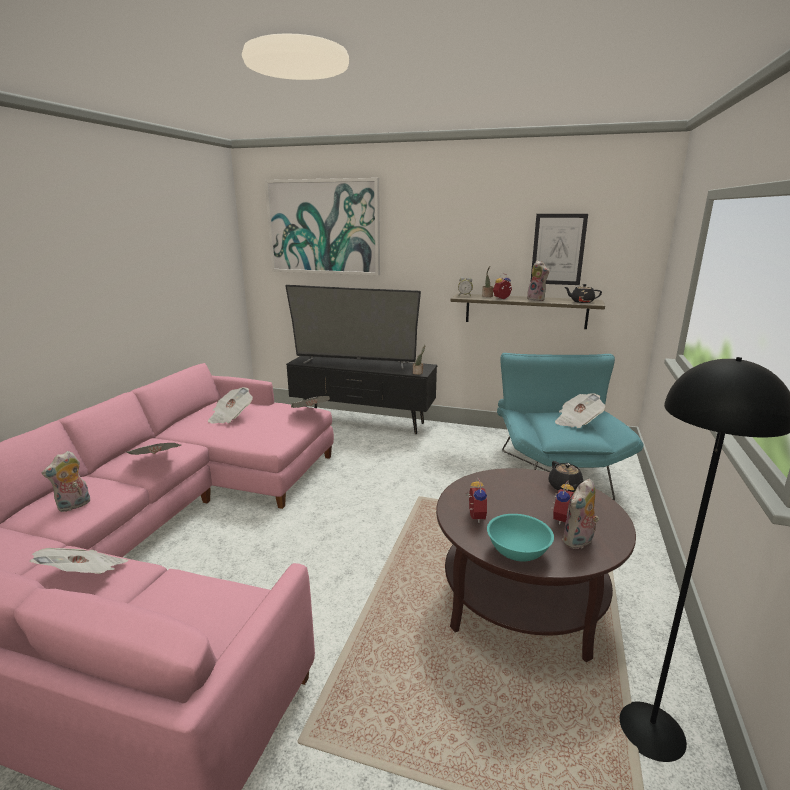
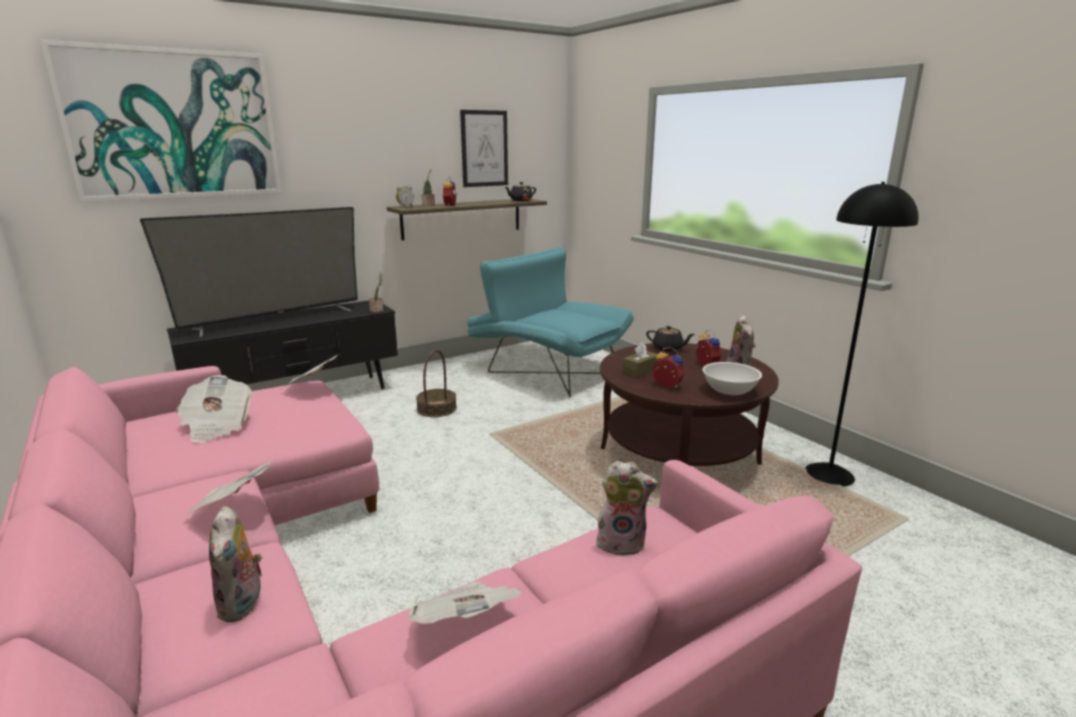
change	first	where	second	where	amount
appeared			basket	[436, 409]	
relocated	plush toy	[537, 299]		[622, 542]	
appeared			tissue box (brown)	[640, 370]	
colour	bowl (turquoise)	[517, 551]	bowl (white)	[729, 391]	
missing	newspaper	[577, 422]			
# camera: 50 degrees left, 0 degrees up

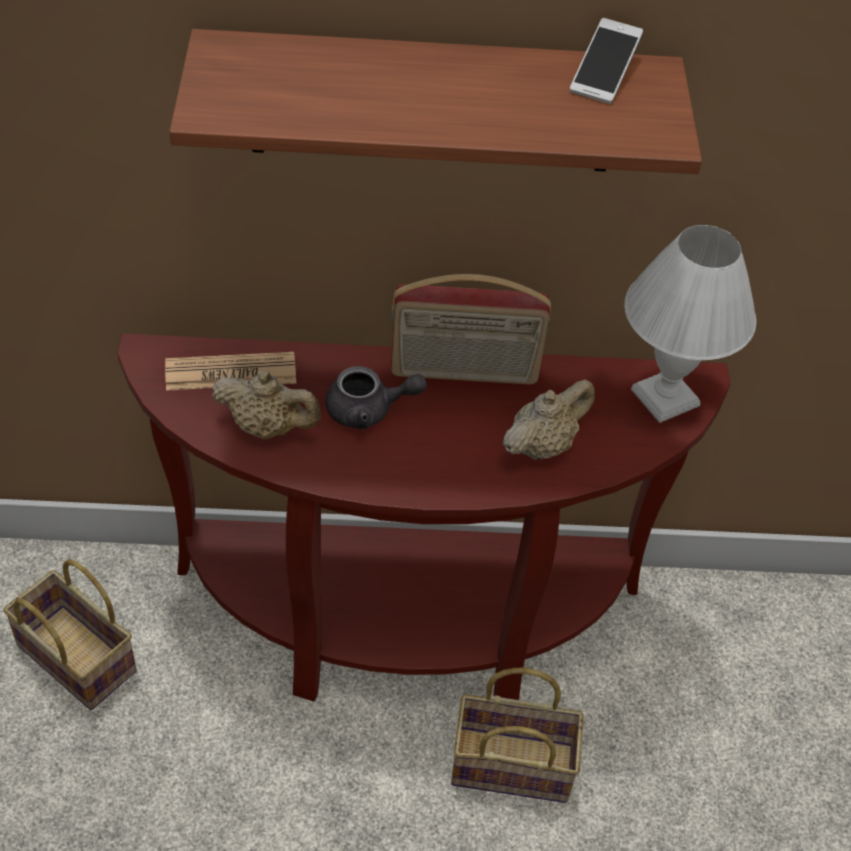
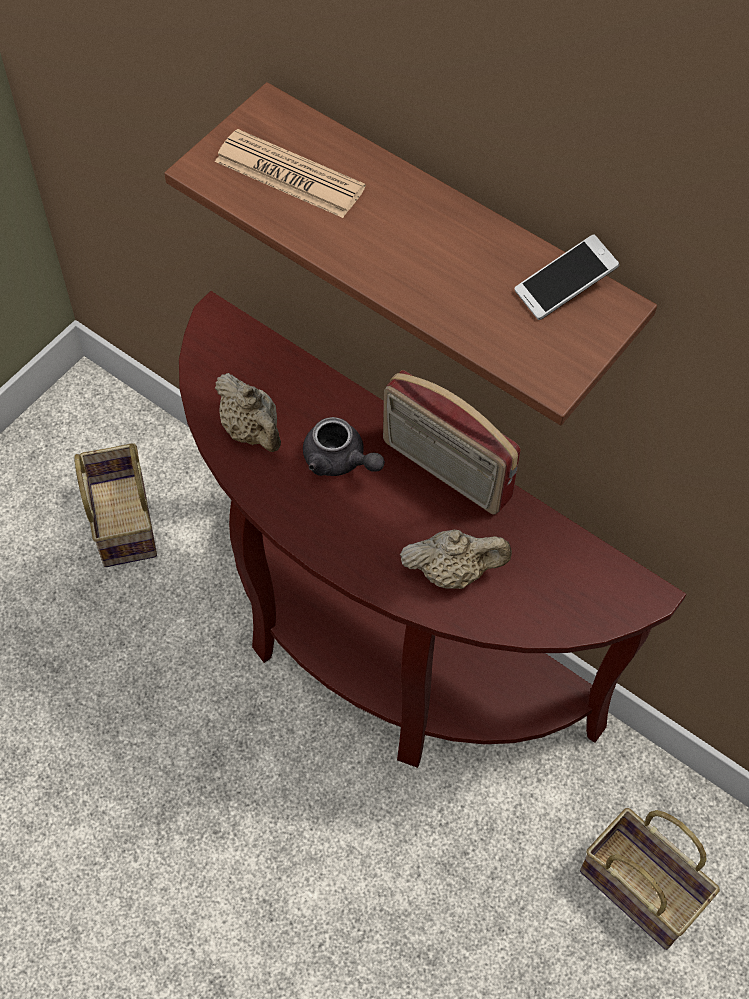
change	first	where	second	where	amount
relocated	newspaper	[231, 373]		[289, 175]	
relocated	basket	[515, 764]		[644, 889]	
missing	table lamp (white)	[663, 397]			
# camera: 40 degrees right, 10 degrees up

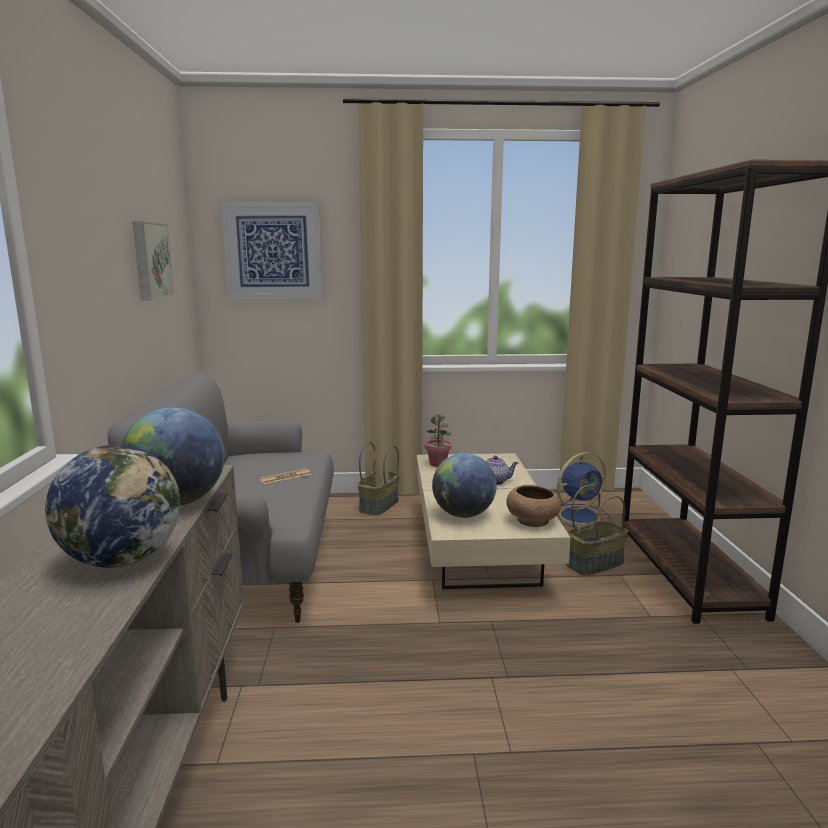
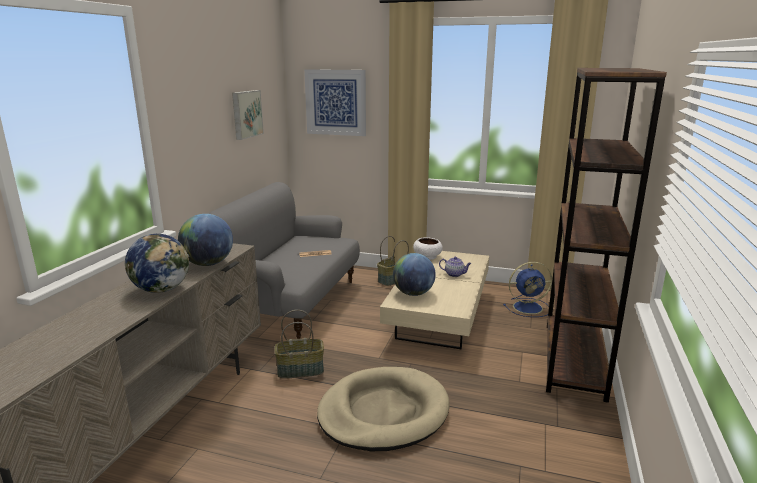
change	first	where	second	where	amount
relocated	basket	[594, 563]		[301, 370]	
appeared			dog bed (beige)	[383, 412]	
exchanged	potted plant	[438, 464]	bowl (white)	[427, 256]	
missing	bowl (brown)	[532, 520]			
# camera: 20 degrees right, 5 degrees up

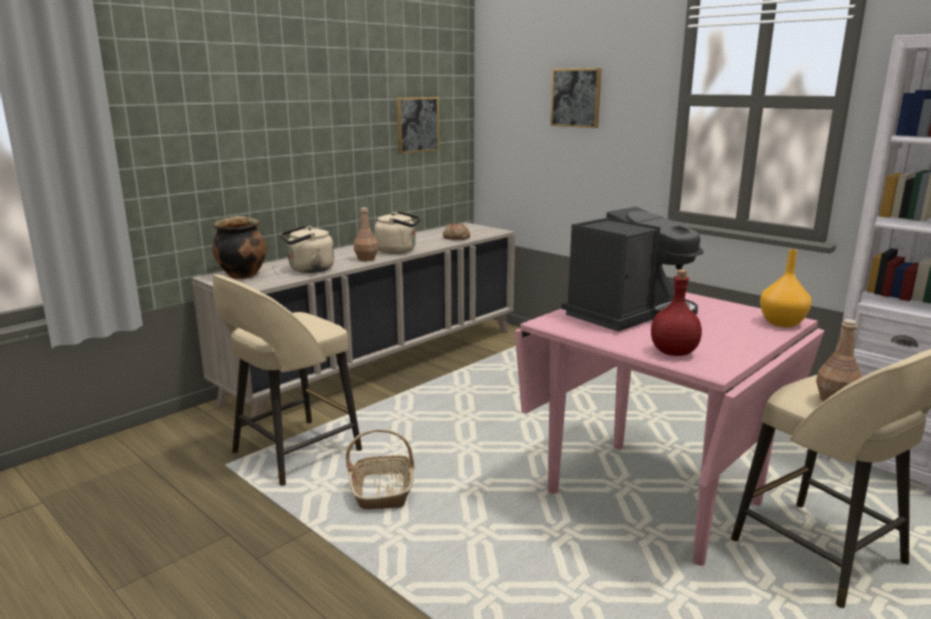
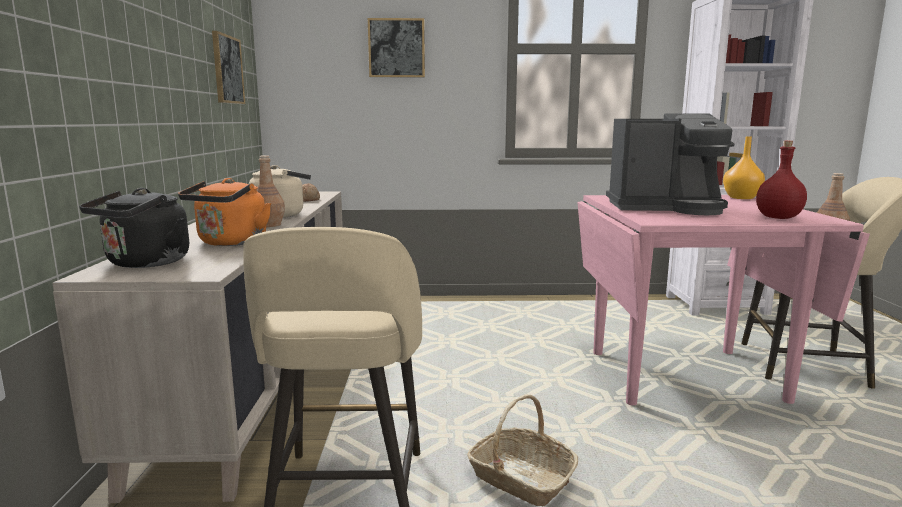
change	first	where	second	where	amount
exchanged	cooking pot	[242, 275]	kettle (black)	[145, 263]	
colour	kettle (beige)	[308, 270]	kettle (orange)	[230, 243]	
spun	coffee machine	[629, 314]		[666, 208]	90 degrees clockwise
# camera: 45 degrees left, 5 degrees down

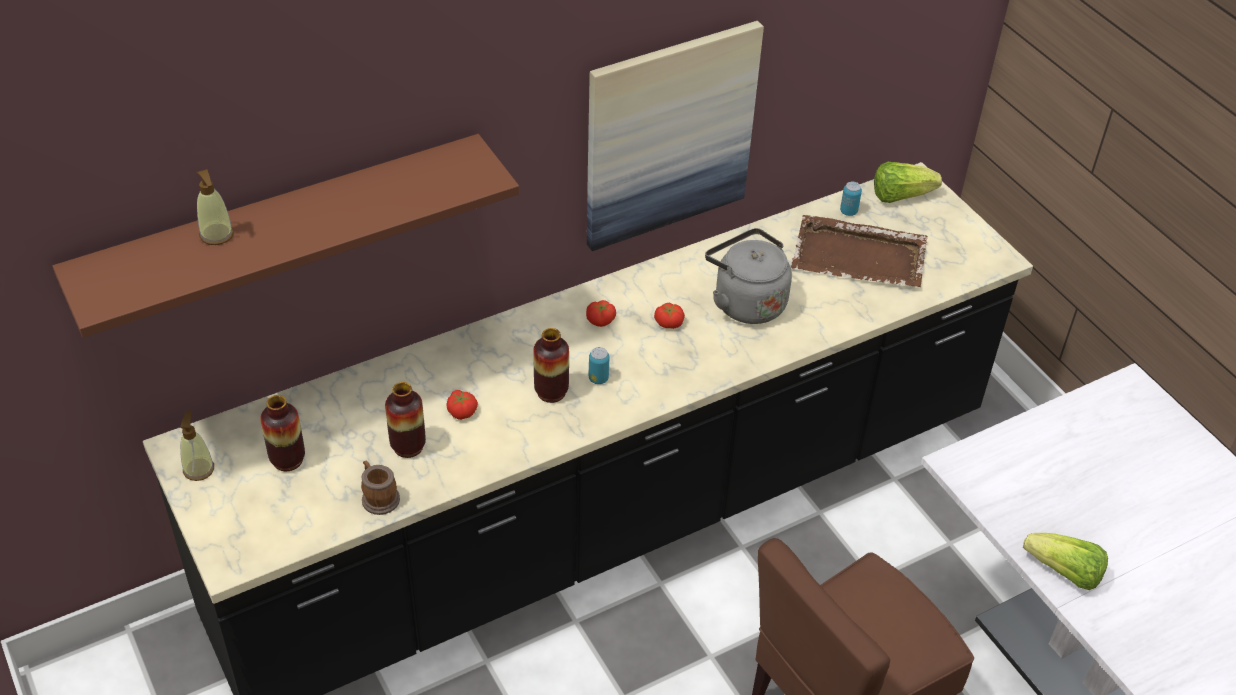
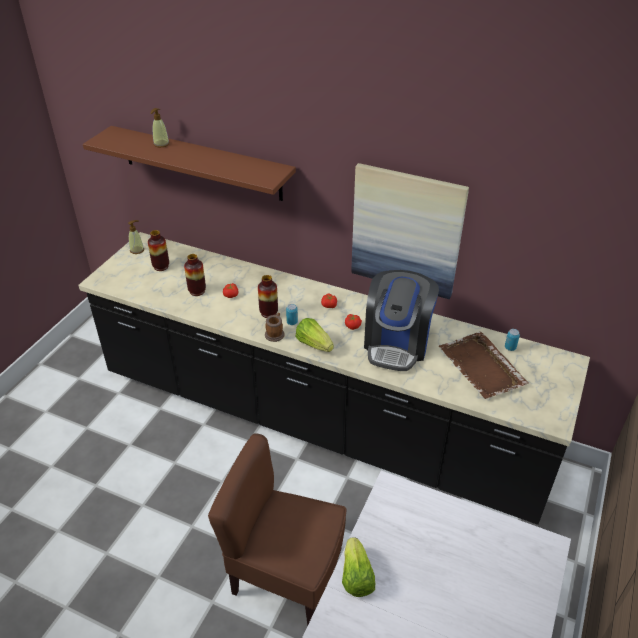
change	first	where	second	where	amount
relocated	mug	[378, 497]		[275, 333]	
relocated	lettuce	[900, 195]		[314, 344]	
exchanged	kettle (grey)	[746, 302]	coffee machine	[397, 343]	
# camera: 55 degrees right, 5 degrees down

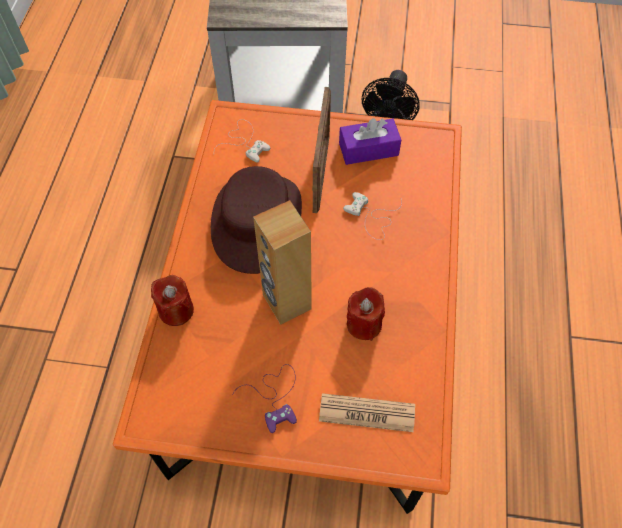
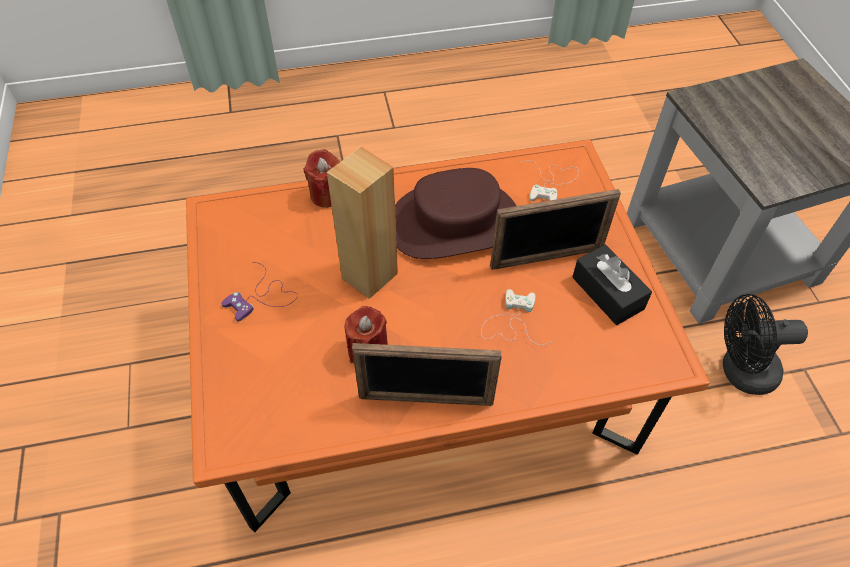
change	first	where	second	where	amount
appeared			picture frame	[426, 399]	
colour	tissue box (purple)	[368, 149]	tissue box (black)	[607, 293]	
missing	newspaper	[366, 413]			
# camera: 70 degrees right, 5 degrees down

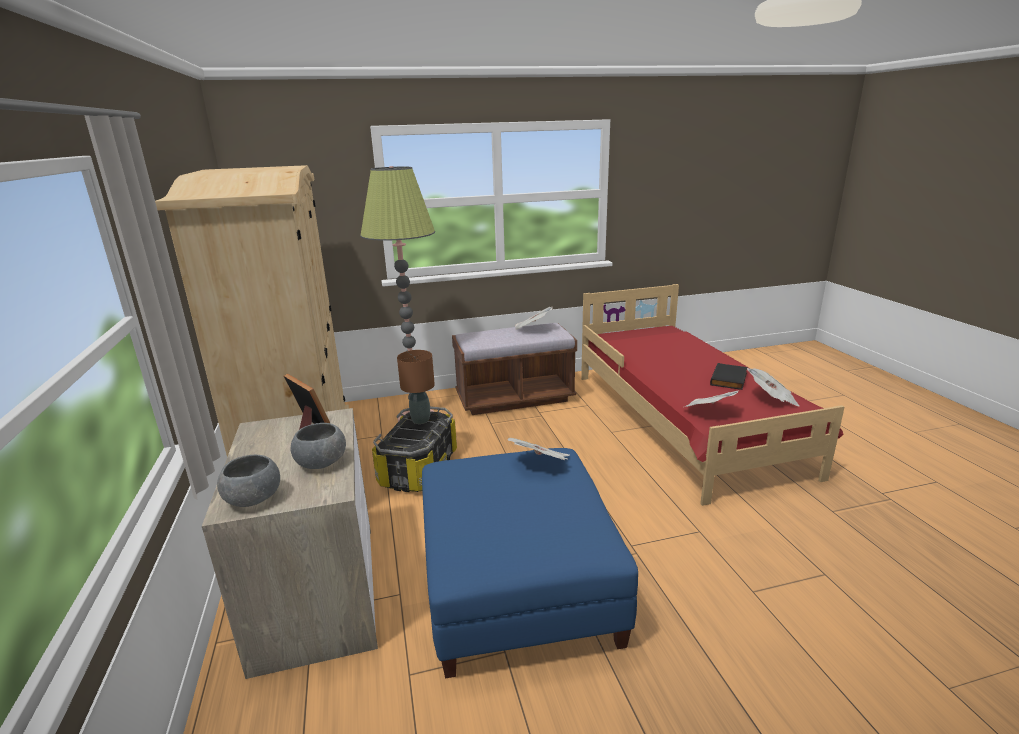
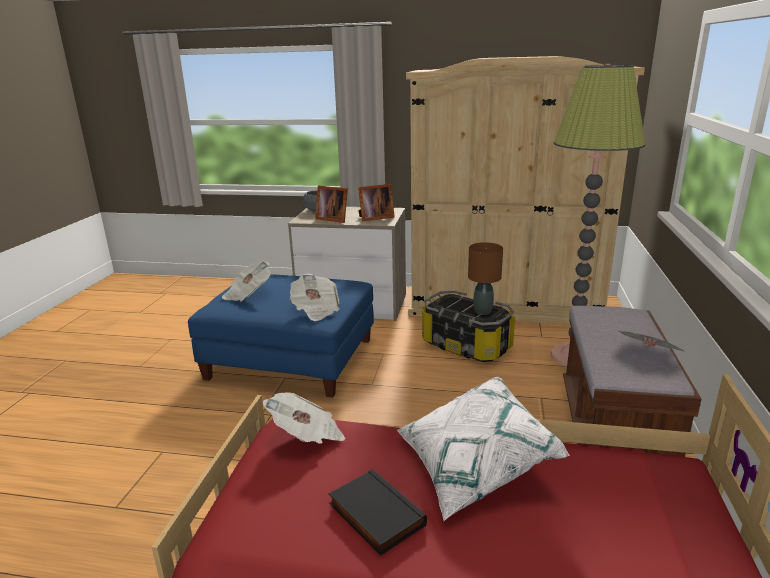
change	first	where	second	where	amount
relocated	newspaper	[771, 399]		[248, 294]	
exchanged	bowl (grey)	[321, 462]	picture frame	[332, 219]	
appeared			pillow (white)	[472, 466]	
# camera: 115 degrees right, 0 degrees up

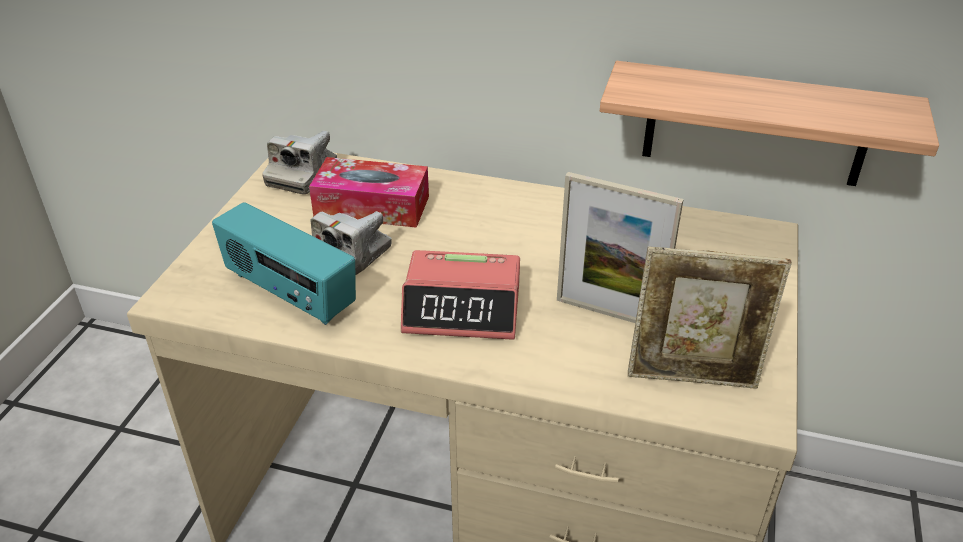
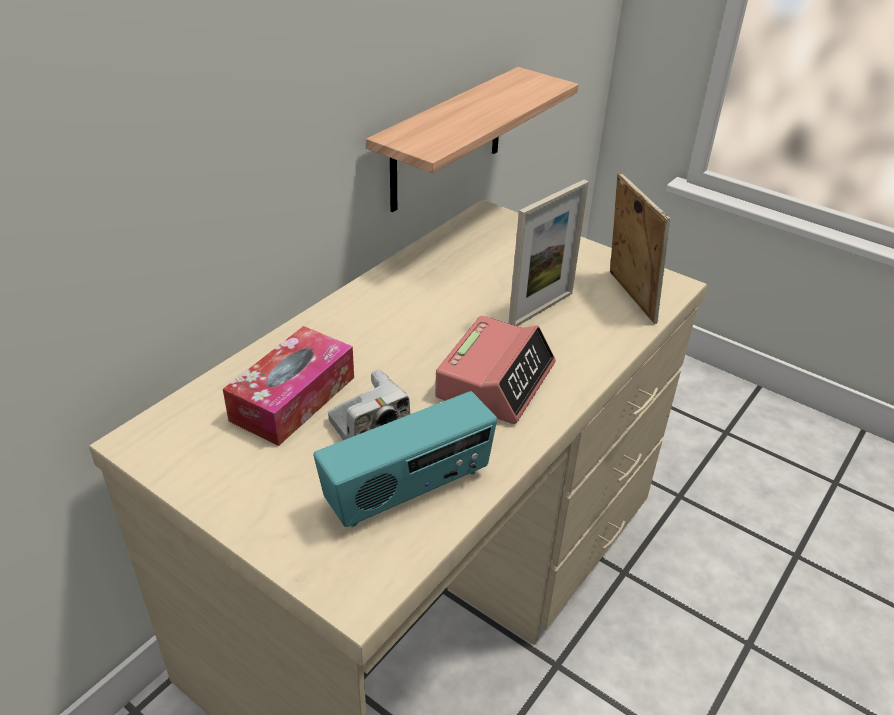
change	first	where	second	where	amount
spun	picture frame	[693, 377]		[627, 297]	45 degrees counterclockwise
missing	photo camera	[302, 175]			
# camera: 70 degrees left, 0 degrees up

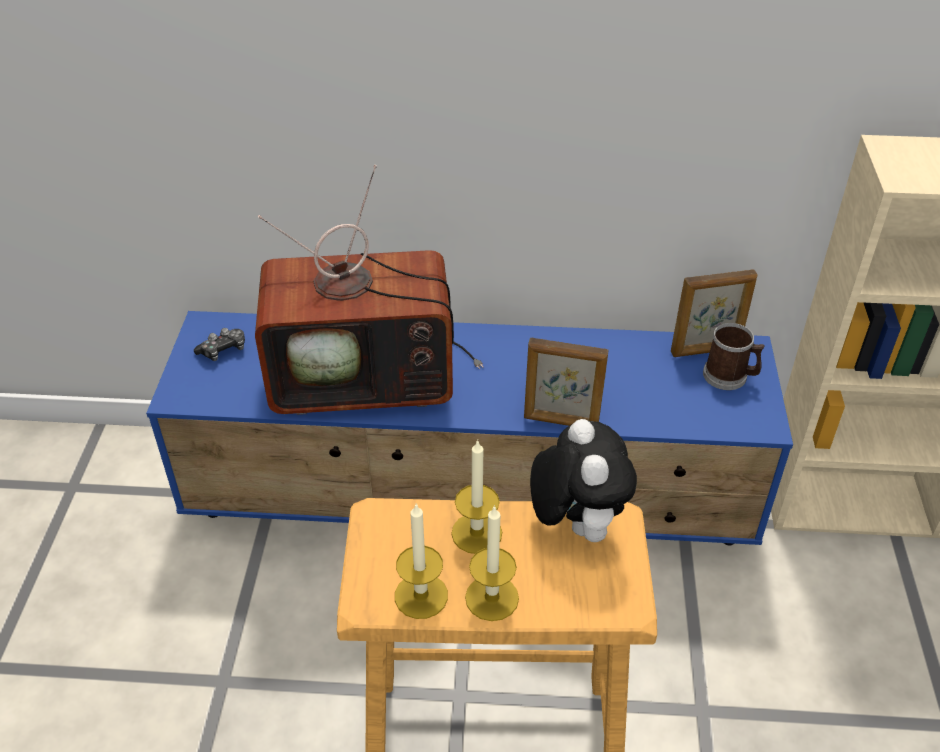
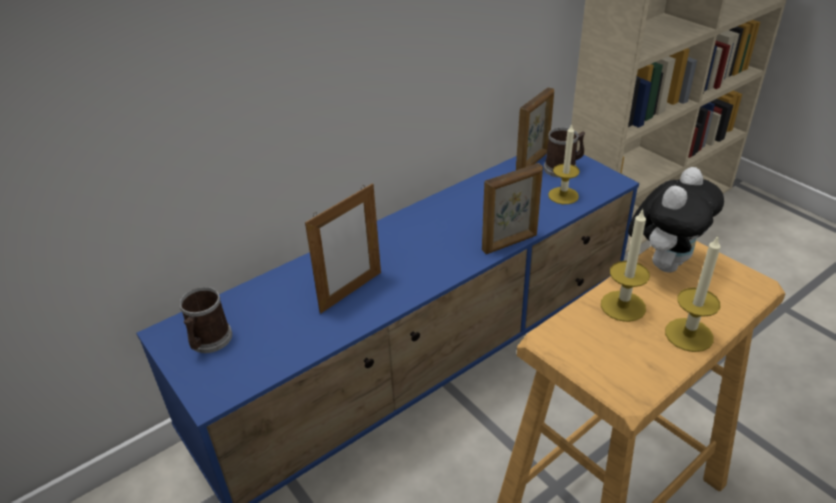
change	first	where	second	where	amount
exchanged	game controller	[223, 350]	mug	[208, 341]	
exchanged	television	[368, 377]	picture frame	[351, 292]	
relocated	candle	[421, 596]		[563, 195]	
spun	plush toy	[575, 524]		[664, 263]	90 degrees clockwise
# camera: 40 degrees left, 5 degrees down

